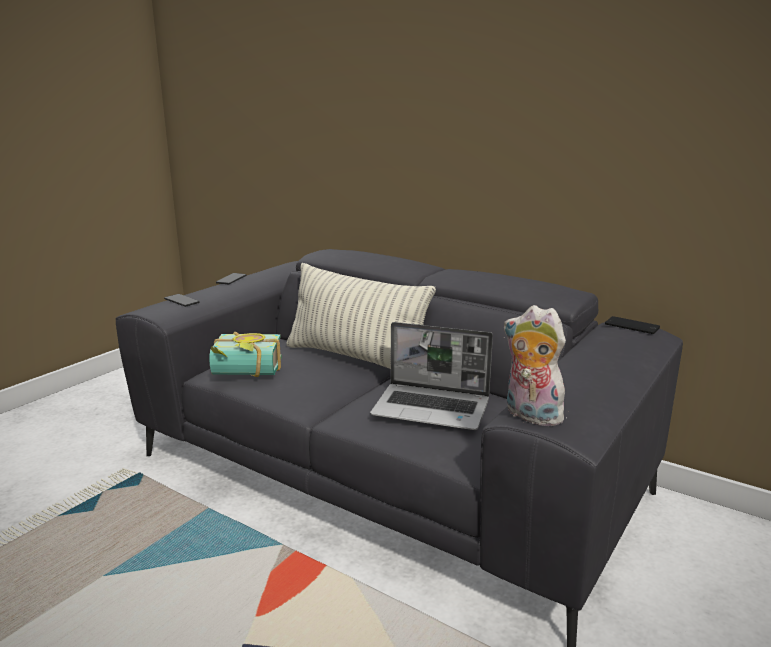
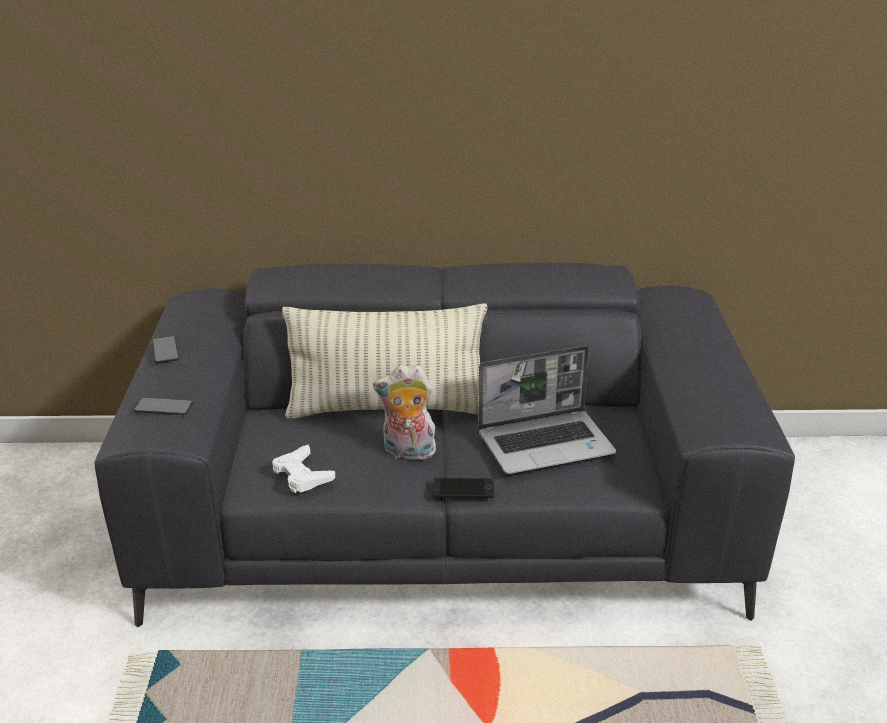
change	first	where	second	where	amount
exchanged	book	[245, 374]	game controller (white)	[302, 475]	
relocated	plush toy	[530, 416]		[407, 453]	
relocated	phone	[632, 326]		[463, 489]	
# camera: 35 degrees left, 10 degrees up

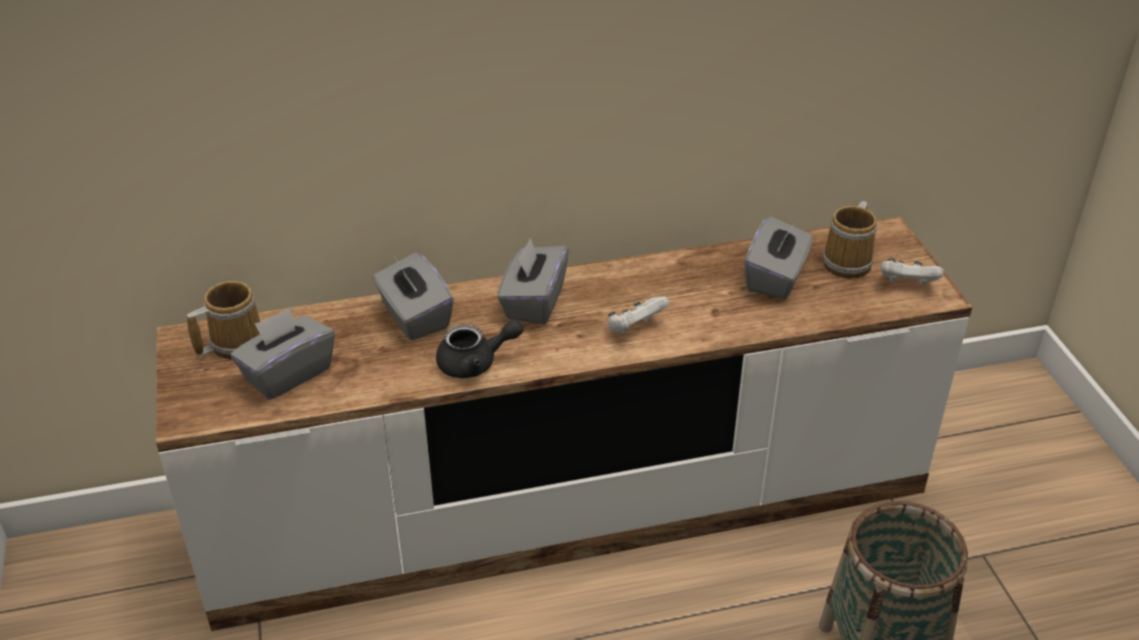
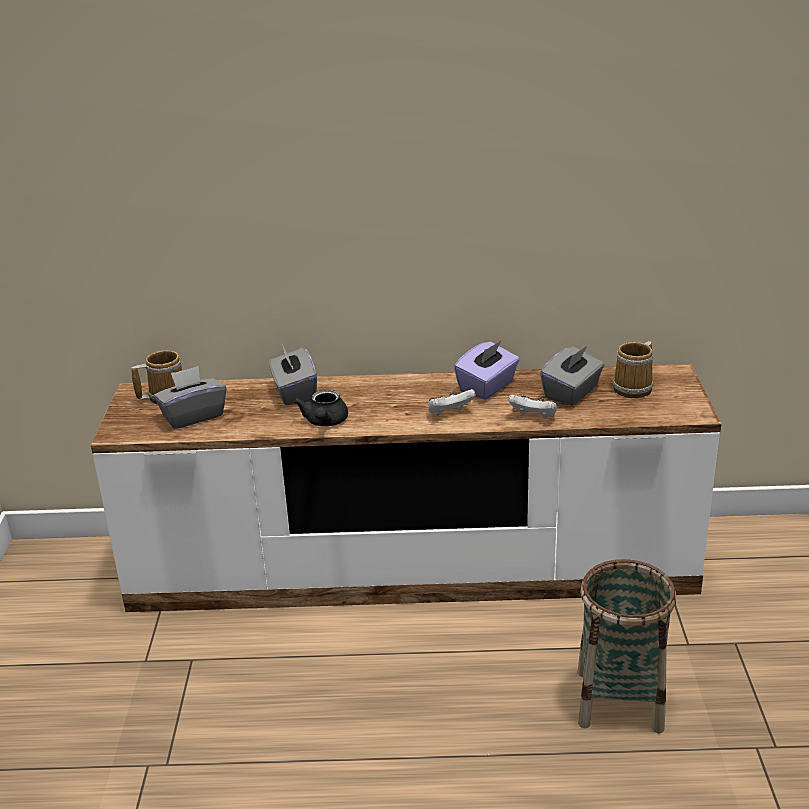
change	first	where	second	where	amount
spun	teapot (black)	[475, 363]		[325, 422]	90 degrees clockwise
appeared			tissue box (purple)	[487, 387]	
relocated	game controller (white)	[907, 284]		[534, 417]	
missing	tissue box (grey)	[533, 302]			
# camera: 15 degrees right, 10 degrees down

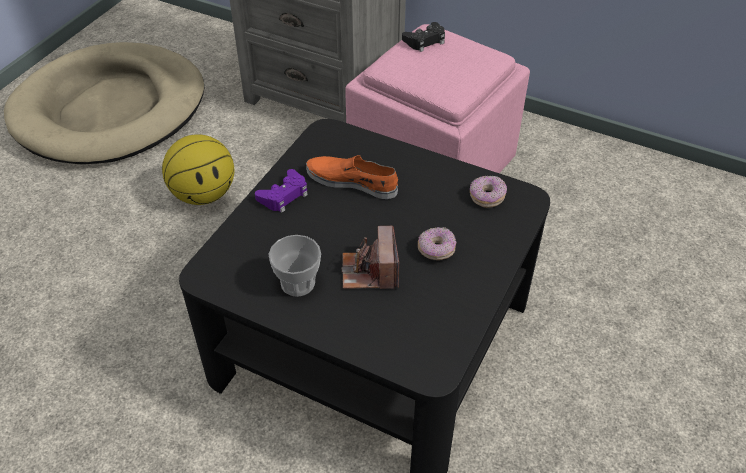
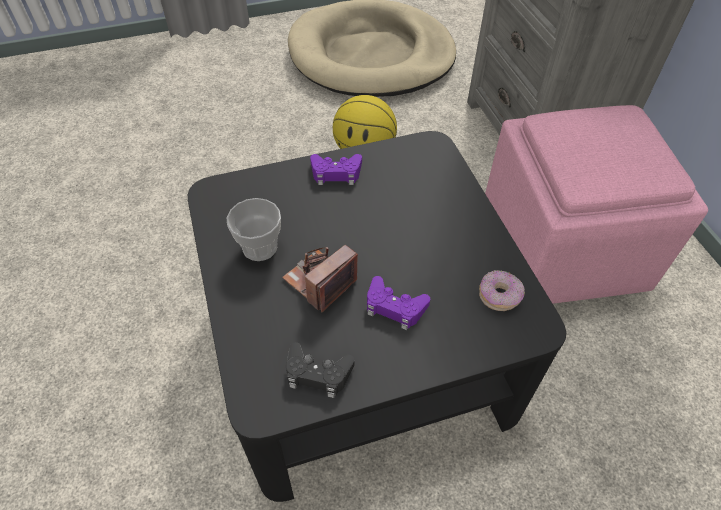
change	first	where	second	where	amount
relocated	game controller (black)	[425, 41]		[317, 373]	
exchanged	donut	[436, 250]	game controller (purple)	[394, 307]	
missing	shoe (orange)	[352, 181]			
# camera: 45 degrees right, 5 degrees up

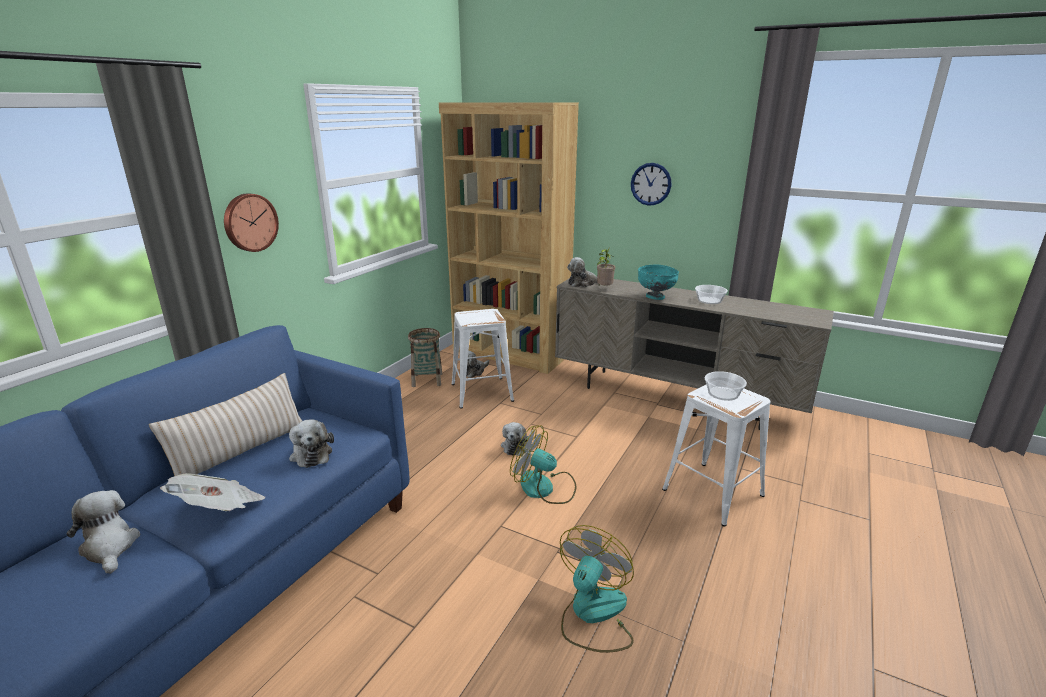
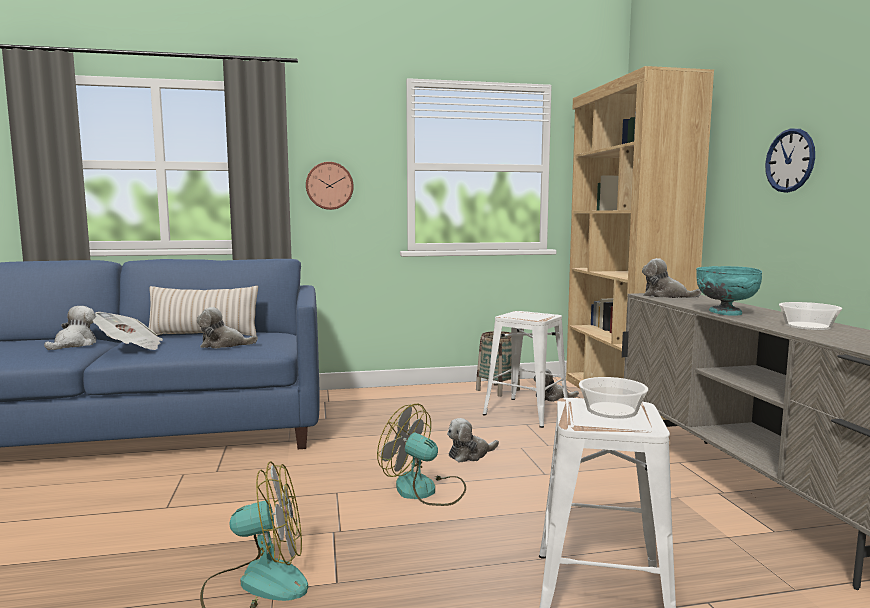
change	first	where	second	where	amount
spun	plush toy	[311, 453]		[224, 345]	60 degrees clockwise
spun	fan	[544, 488]		[425, 490]	45 degrees counterclockwise
missing	potted plant	[604, 289]			
# camera: 50 degrees right, 15 degrees down

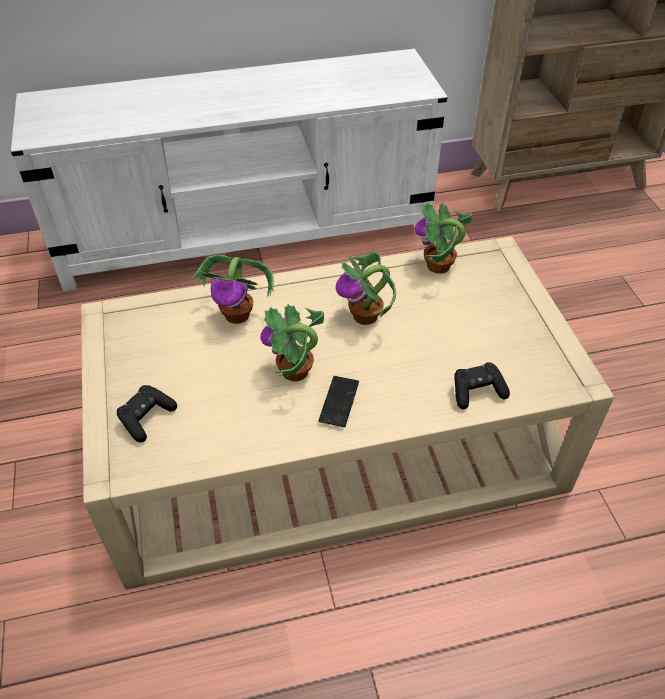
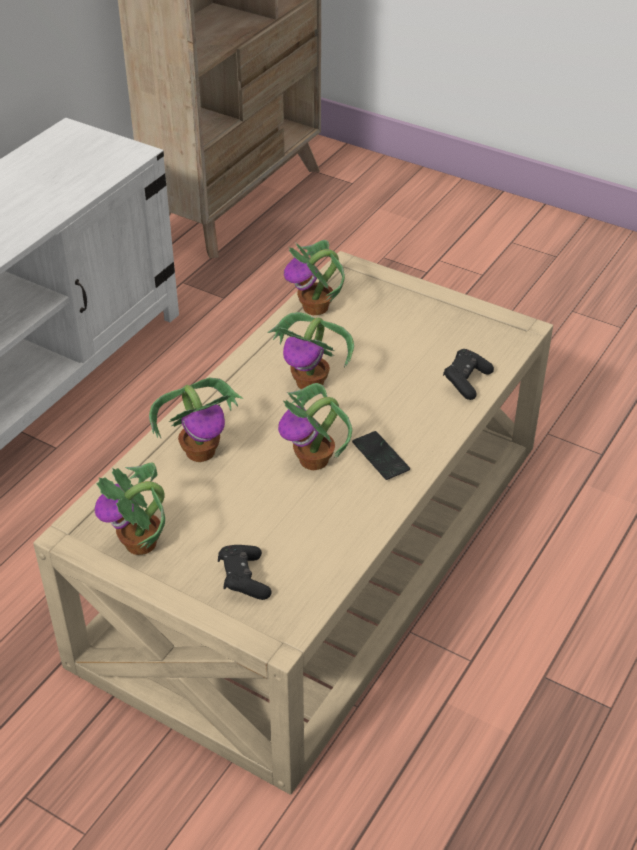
change	first	where	second	where	amount
appeared			potted plant	[141, 544]	
# camera: 45 degrees left, 5 degrees down

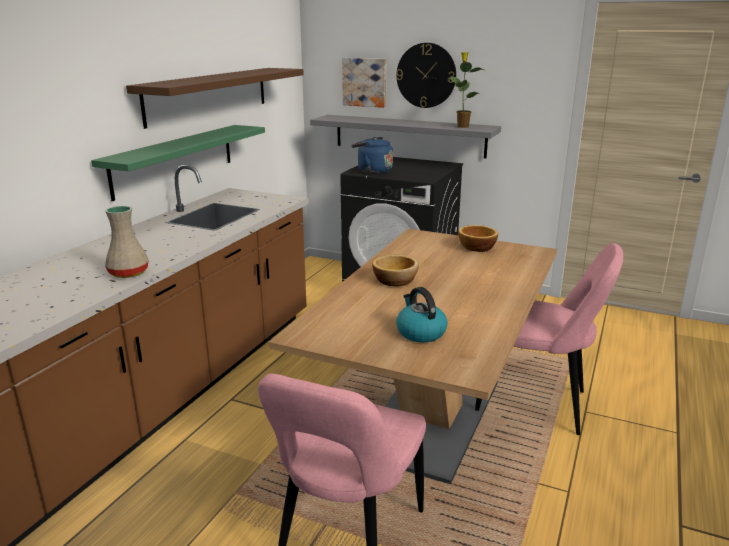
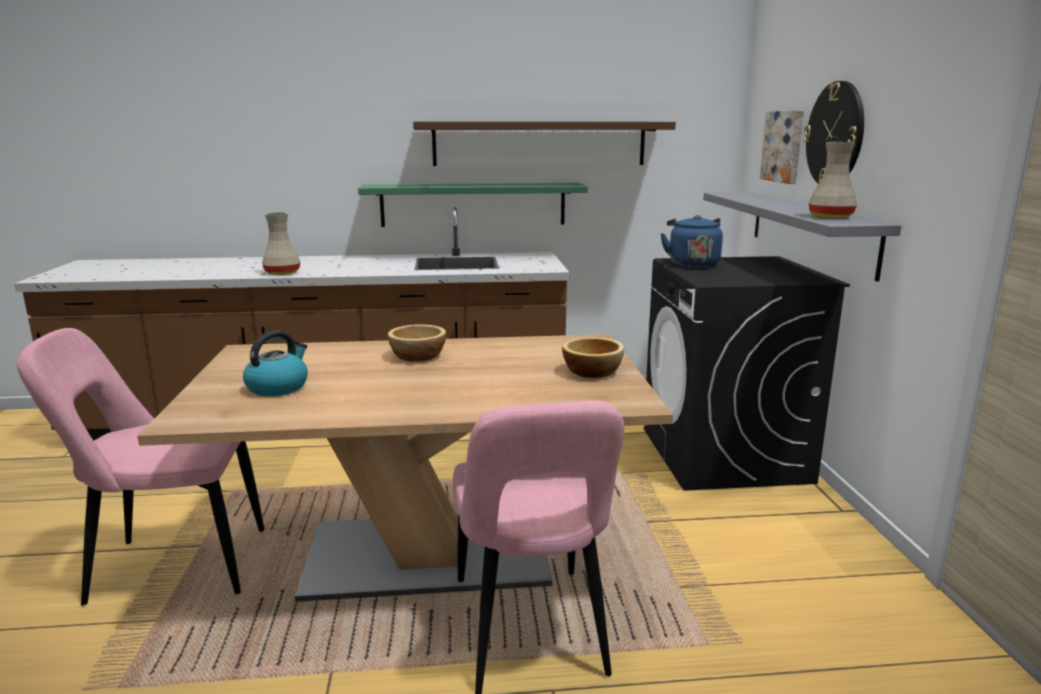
change	first	where	second	where	amount
exchanged	potted plant	[462, 126]	vase (beige)	[830, 217]	
# camera: 60 degrees right, 5 degrees down

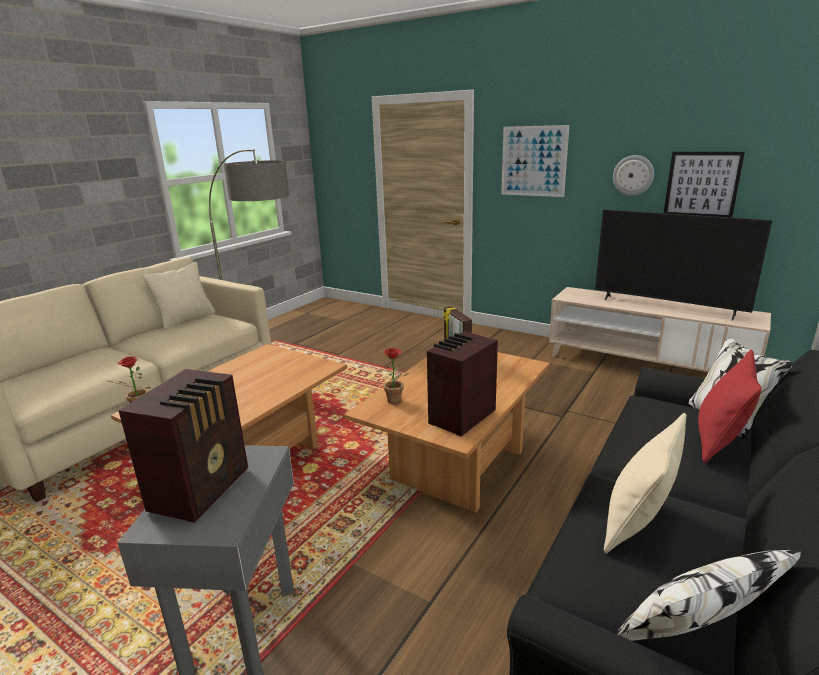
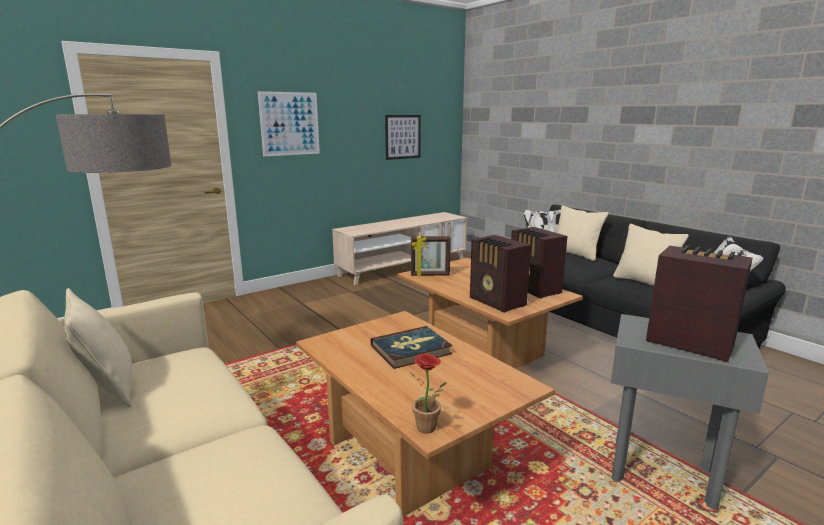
change	first	where	second	where	amount
appeared			book	[411, 350]	
exchanged	potted plant	[397, 401]	radio	[497, 302]	
colour	pillow (red)	[719, 442]	pillow (beige)	[575, 254]	
missing	television	[666, 307]			
missing	wall clock	[633, 175]			
# camera: 70 degrees left, 5 degrees down

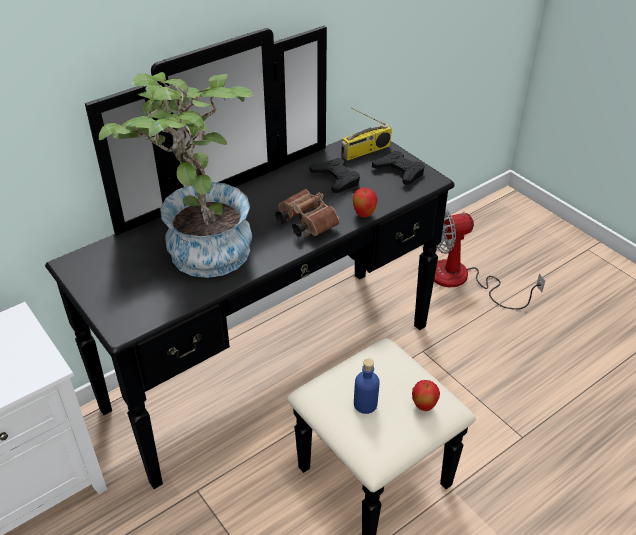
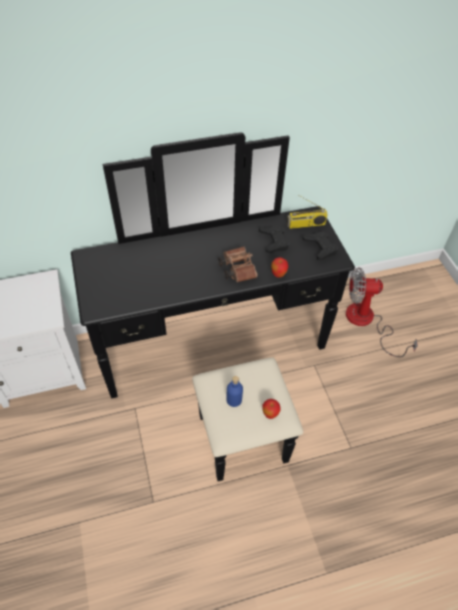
change	first	where	second	where	amount
missing	potted plant	[200, 246]			
# camera: 20 degrees right, 10 degrees up

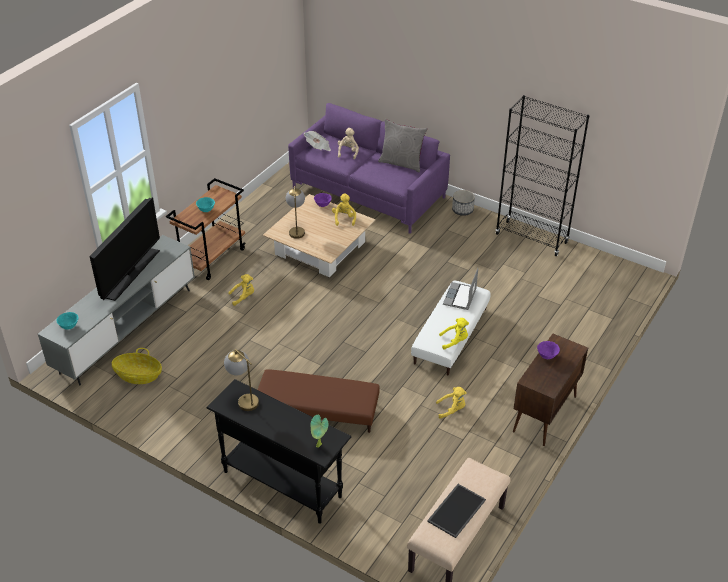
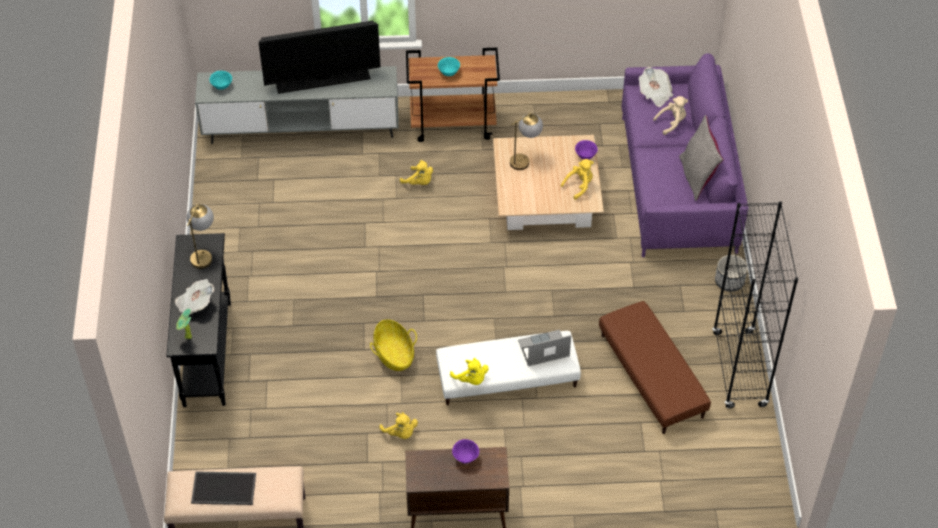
change	first	where	second	where	amount
appeared			newspaper	[195, 304]	
relocated	basket	[138, 376]		[394, 354]	
relocated	ottoman (brown)	[317, 410]		[651, 376]	
# camera: 55 degrees right, 10 degrees up

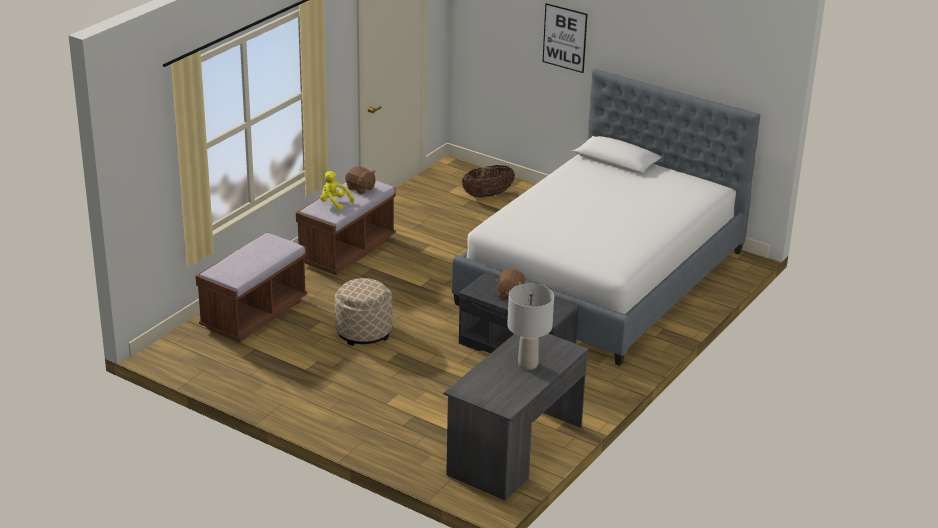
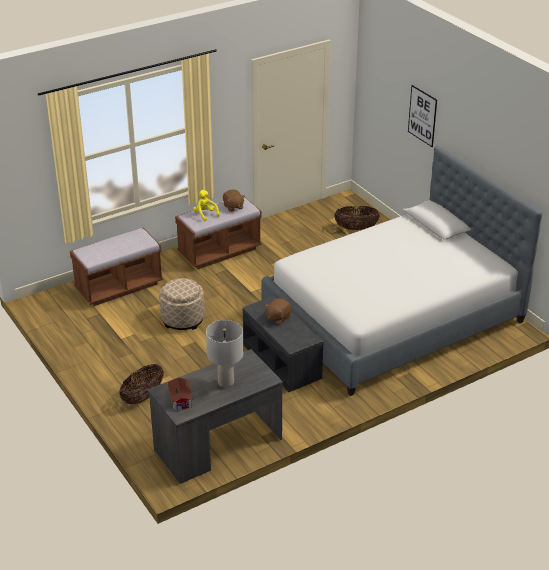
change	first	where	second	where	amount
appeared			basket	[143, 396]	
appeared			toy house	[181, 398]	
# camera: 25 degrees right, 5 degrees up

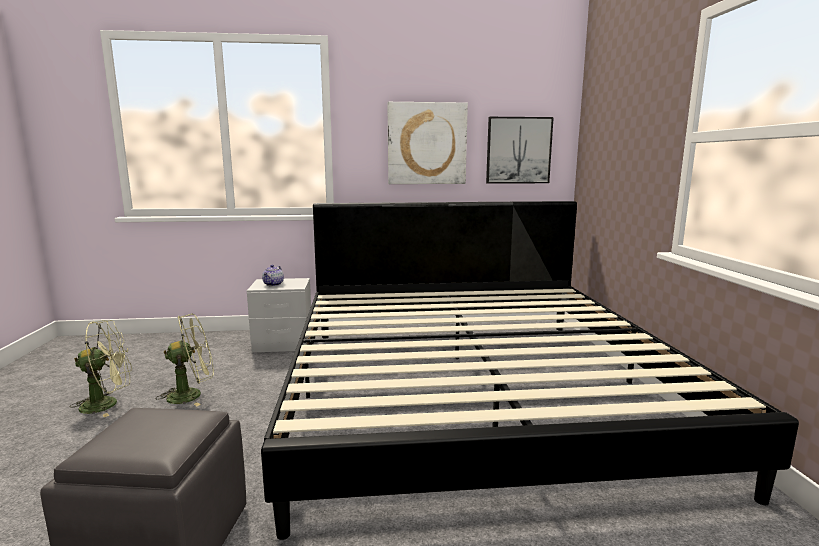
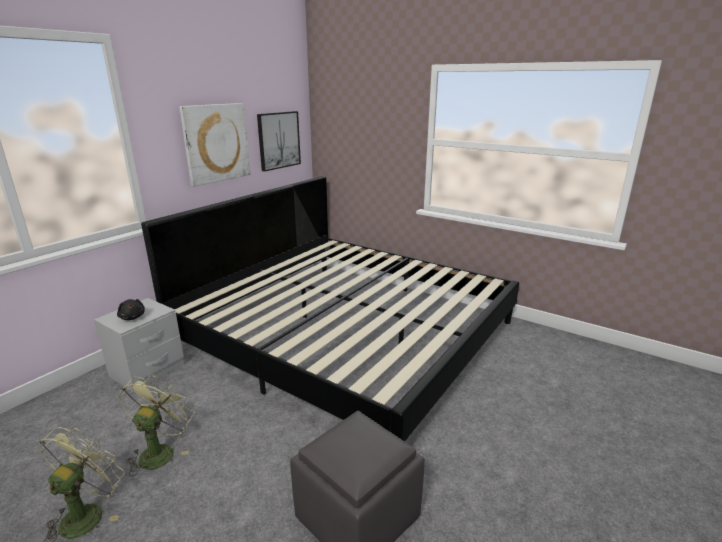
change	first	where	second	where	amount
exchanged	teapot	[274, 284]	plush toy (black)	[132, 317]	
# camera: 50 degrees left, 10 degrees up

